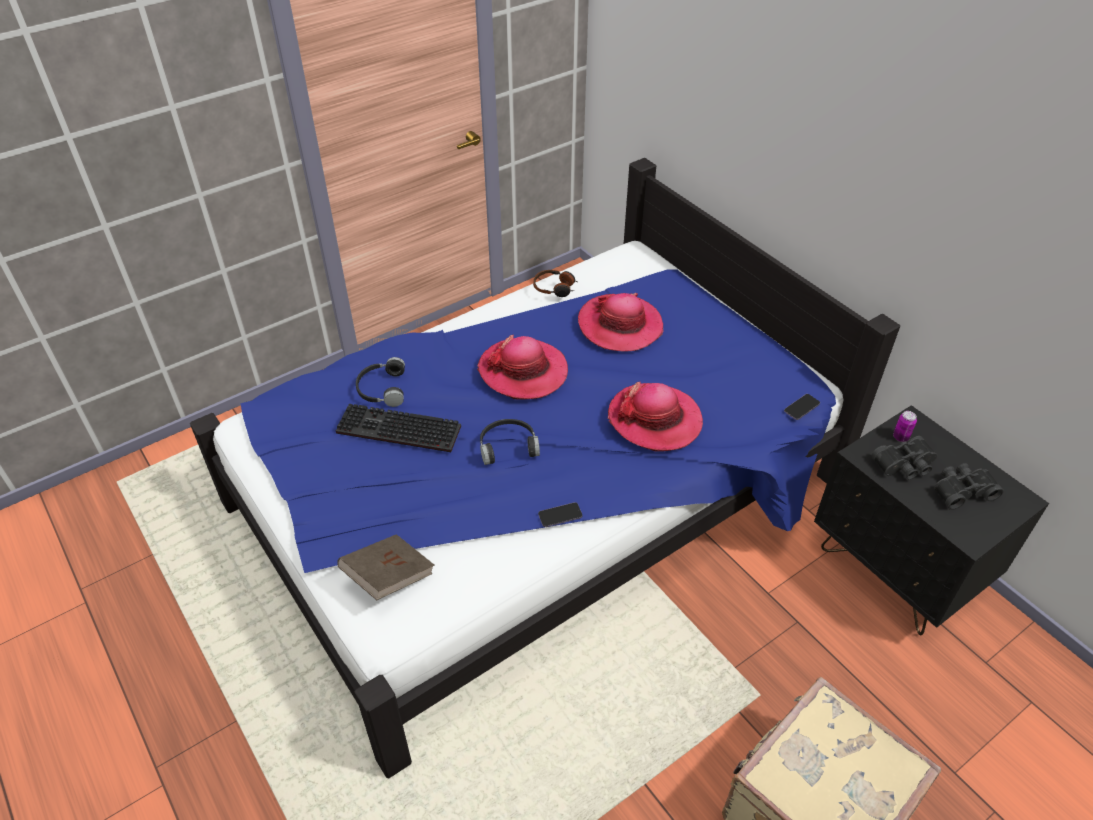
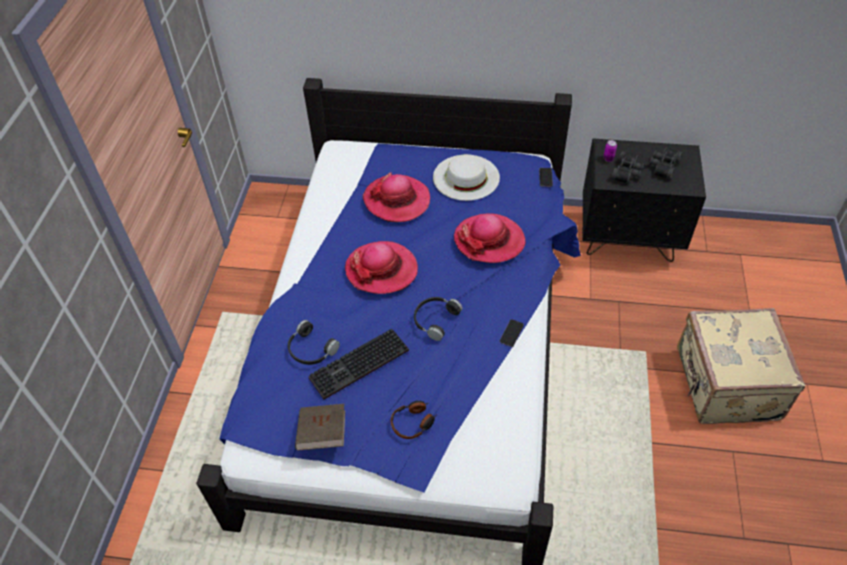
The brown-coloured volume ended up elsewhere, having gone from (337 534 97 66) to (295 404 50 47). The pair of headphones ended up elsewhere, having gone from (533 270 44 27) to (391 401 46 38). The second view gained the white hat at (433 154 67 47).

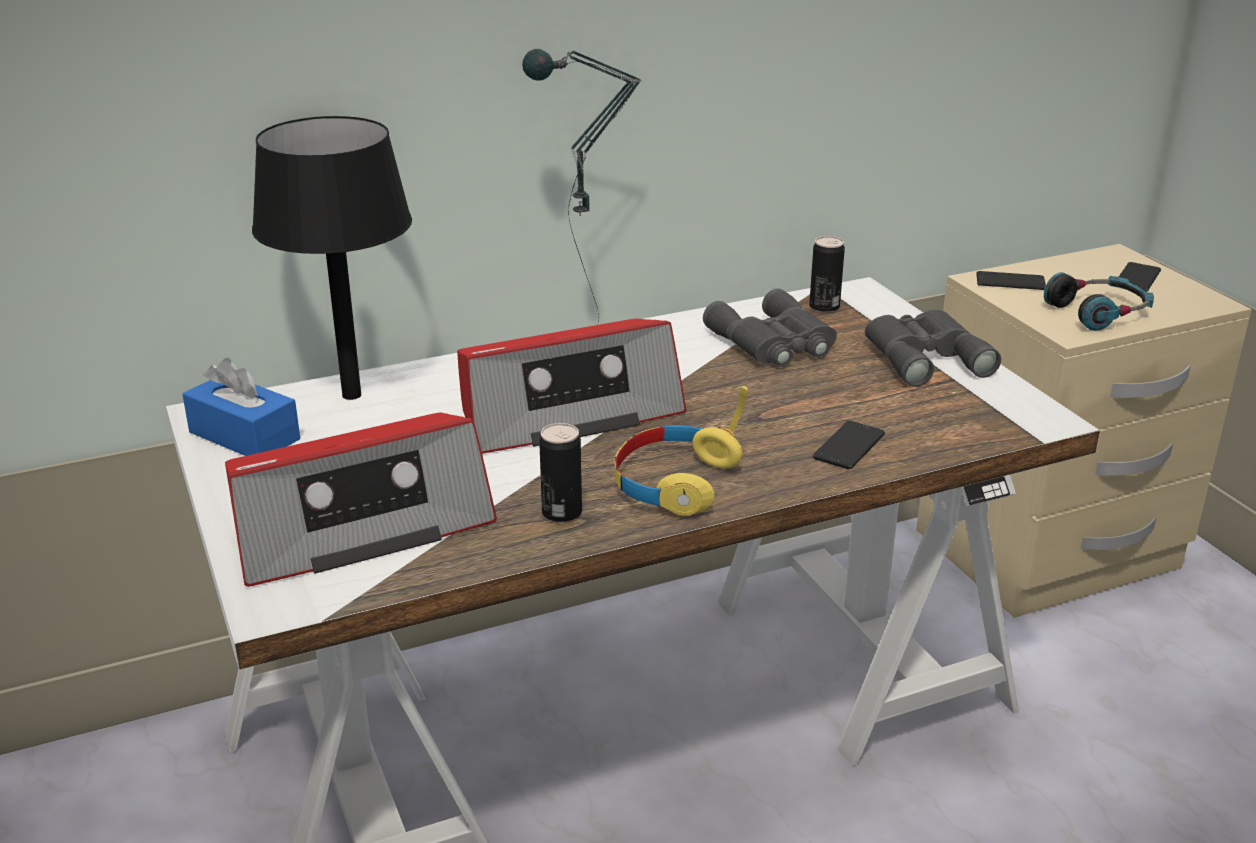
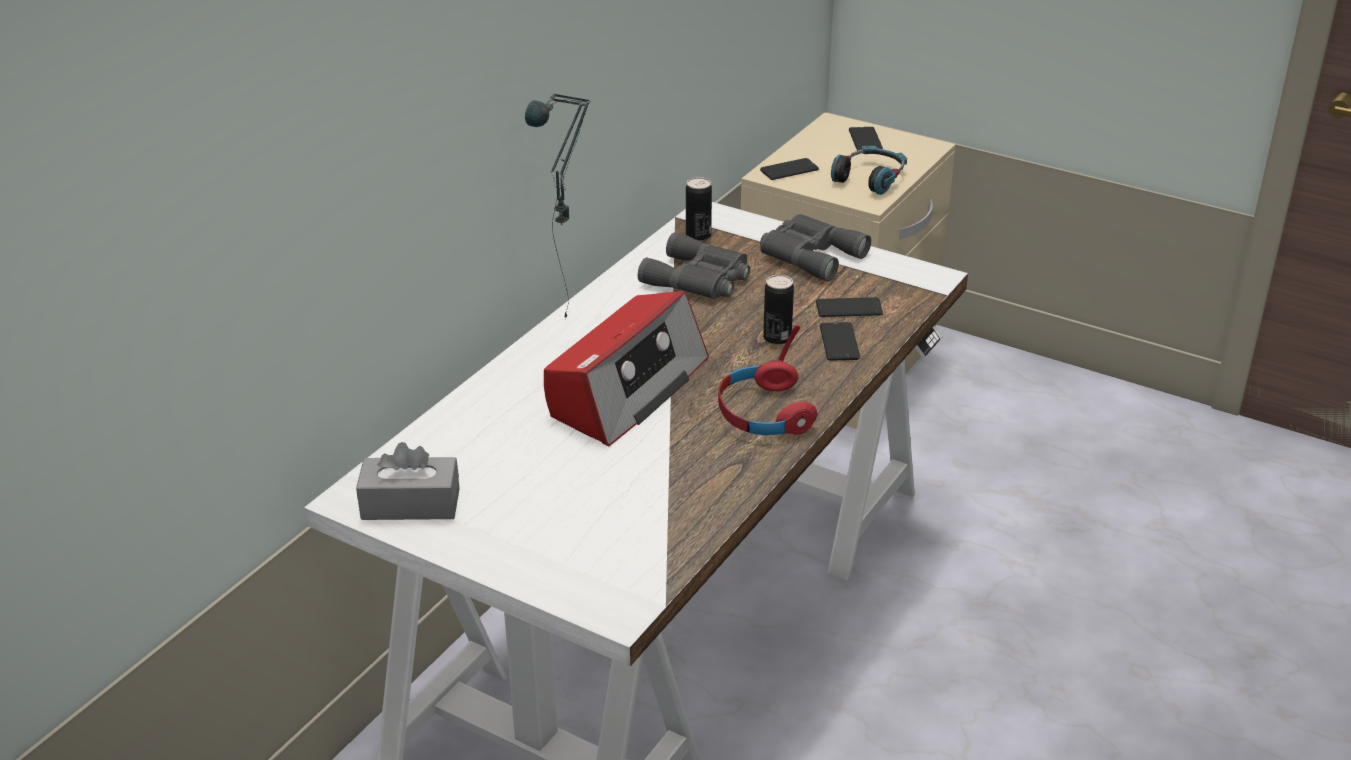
What was the blue box of tissues at (182 358 118 98) turned into the grey box of tissues at (356 442 104 78). The second view lost the radio set at (225 412 272 175). The second view lost the black-coloured lamp for a table at (252 116 160 284). The can ended up elsewhere, having gone from (539 423 43 100) to (763 275 31 70). What was the yellow pair of headphones at (614 386 134 130) turned into the red-coloured pair of headphones at (718 324 100 111). The second view gained the phone at (816 297 67 20).

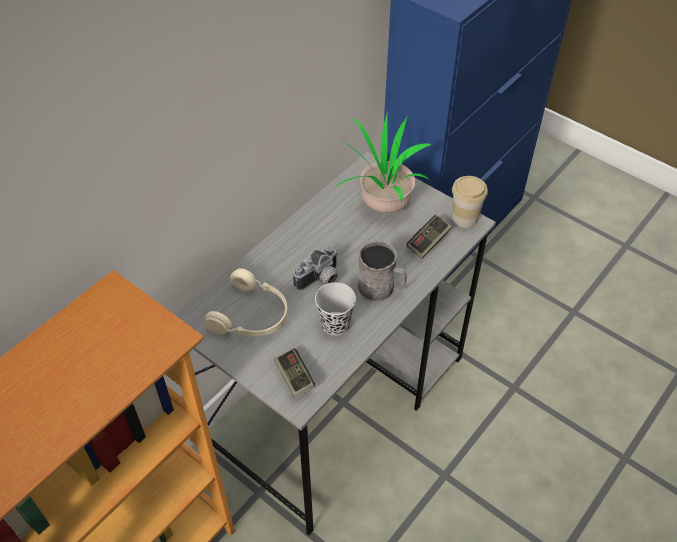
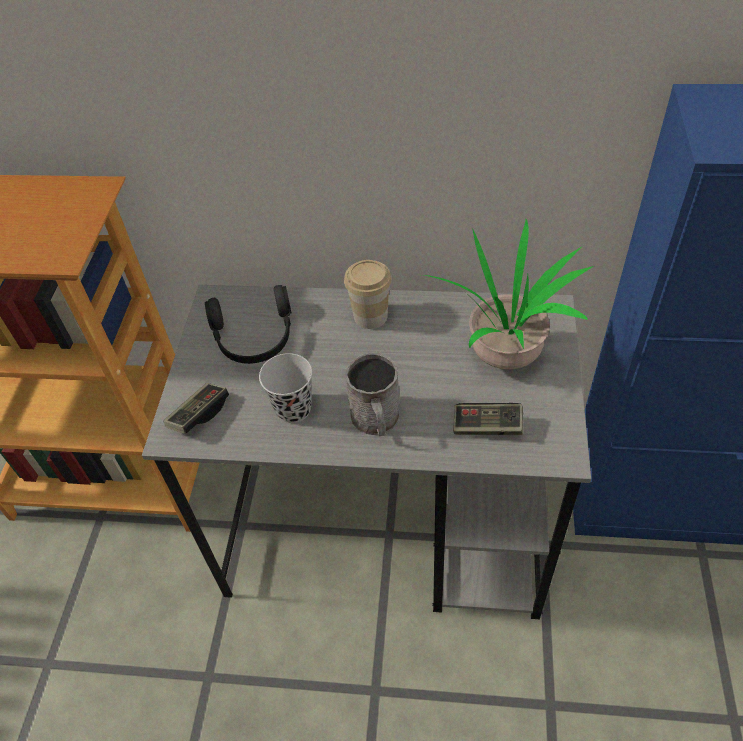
What was the beige pair of headphones at (204 268 84 68) turned into the black-coloured pair of headphones at (205 285 86 79). The second view lost the still camera at (293 246 45 45). The cup ended up elsewhere, having gone from (452 176 36 52) to (344 260 47 69).

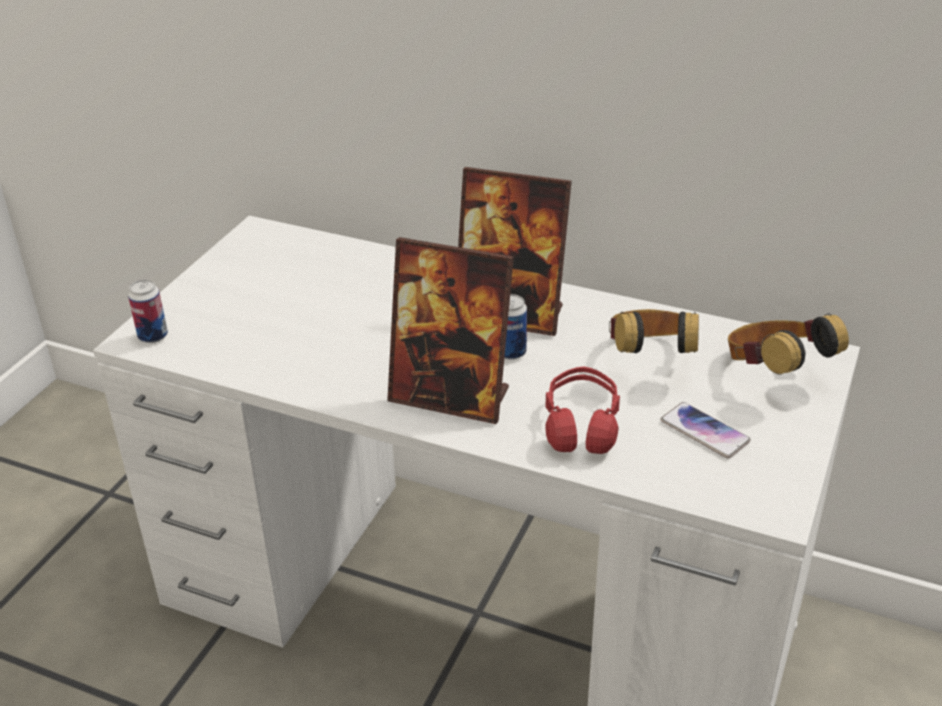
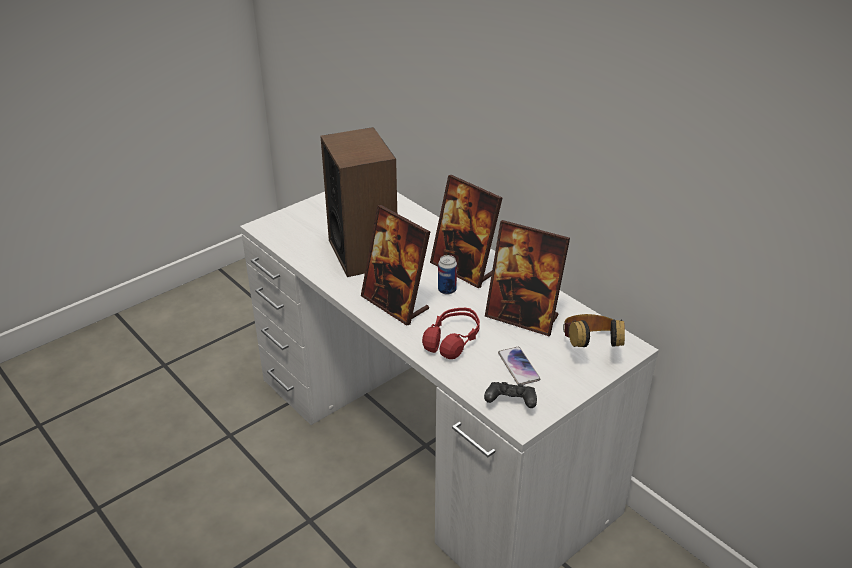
The second view lost the can at (128 279 40 64). Where the pair of headphones stood at (609 309 90 44), the photo frame came to stand at (485 220 85 116). The second view gained the speaker at (320 127 77 150). The second view gained the black-coloured joypad at (484 382 53 26).

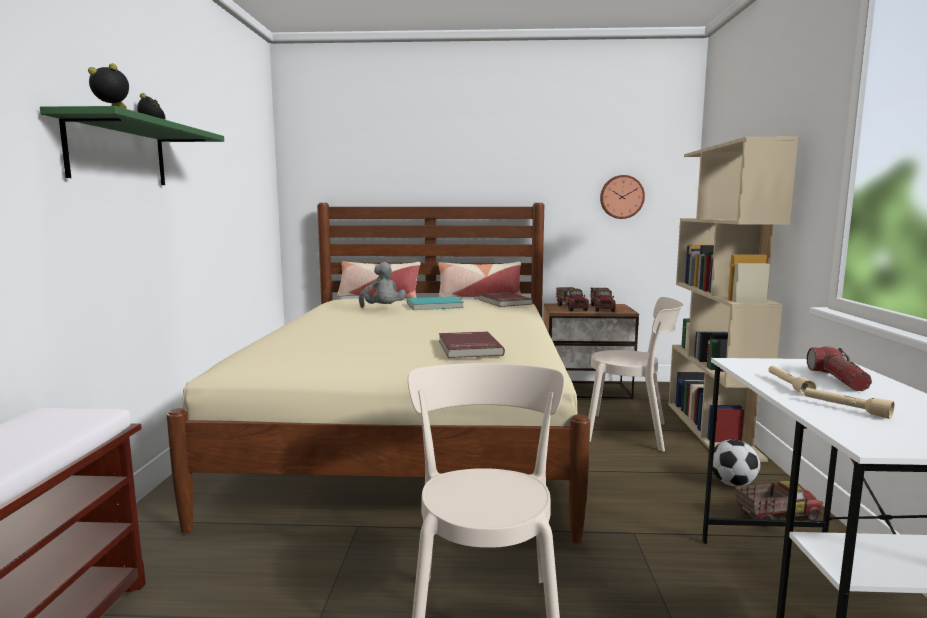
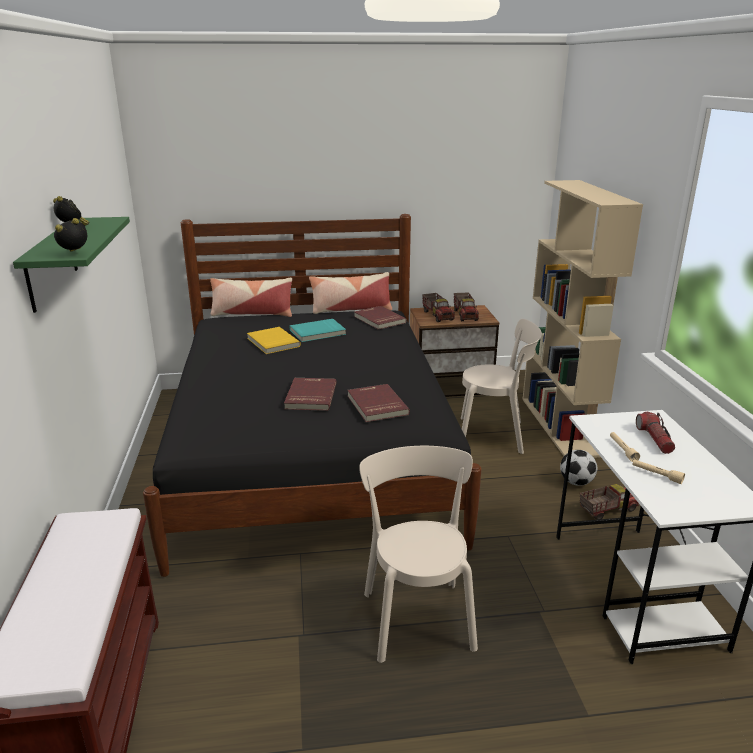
What was the beige bed at (167 203 423 340) turned into the black-coloured bed at (143 214 338 363). Where the grey plush toy stood at (359 262 47 46), the yellow volume came to stand at (247 327 54 27). The second view lost the clock on the wall at (600 175 45 44). The second view gained the red-coloured volume at (284 378 53 33).

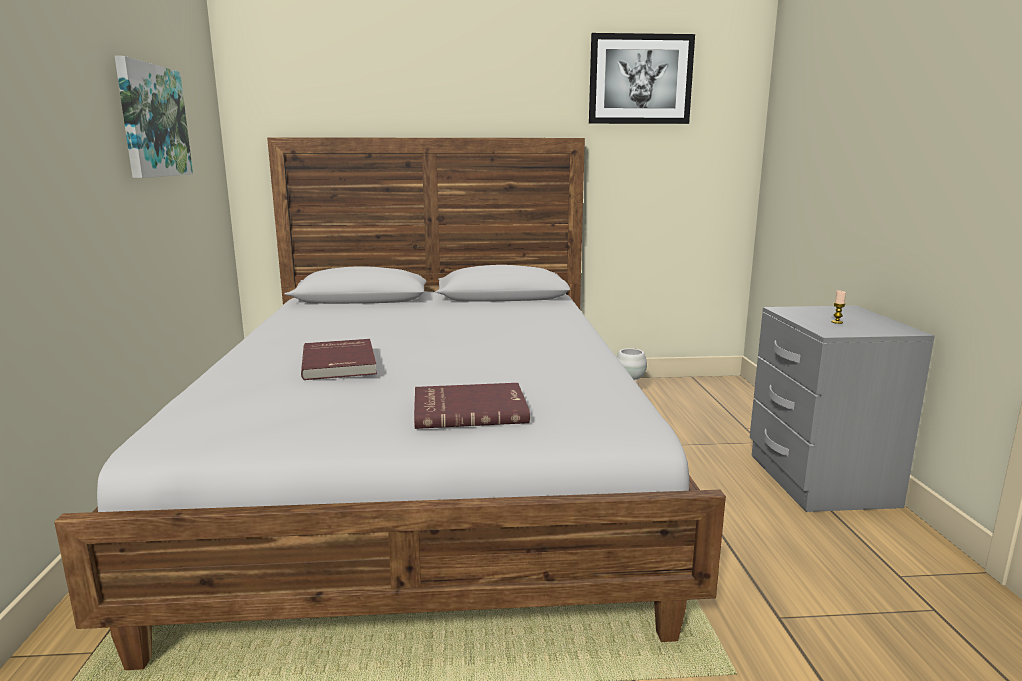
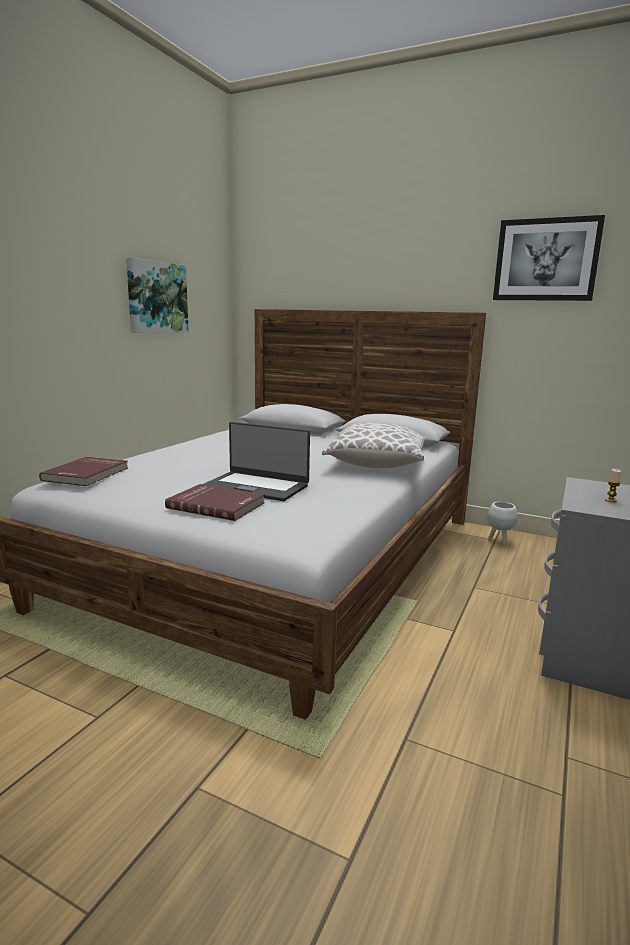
The red-coloured volume ended up elsewhere, having gone from (301 339 76 41) to (39 457 89 29). The second view gained the portable computer at (204 422 106 79). The second view gained the throw pillow at (322 423 103 45).

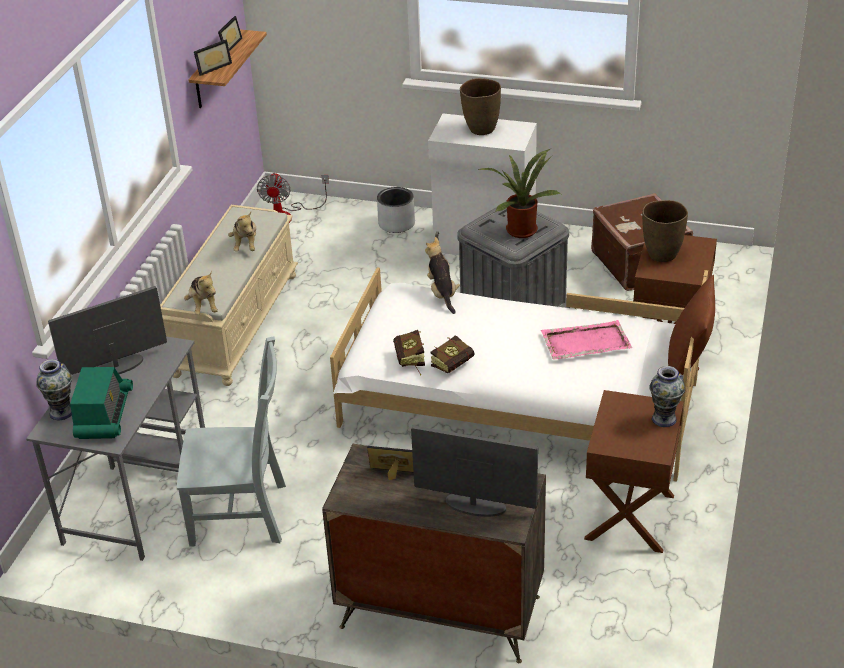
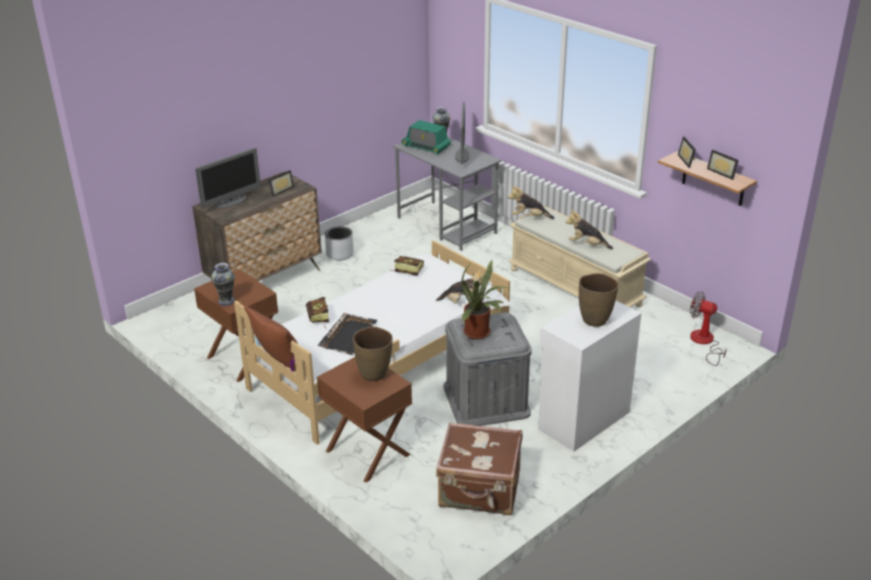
The second view lost the grey chair at (177 336 109 211). The grey flower pot ended up elsewhere, having gone from (377 187 38 46) to (325 226 29 34). The volume ended up elsewhere, having gone from (431 335 43 38) to (306 297 23 31). What was the pinkish serving tray at (541 320 91 40) turned into the black-coloured serving tray at (318 313 59 42).

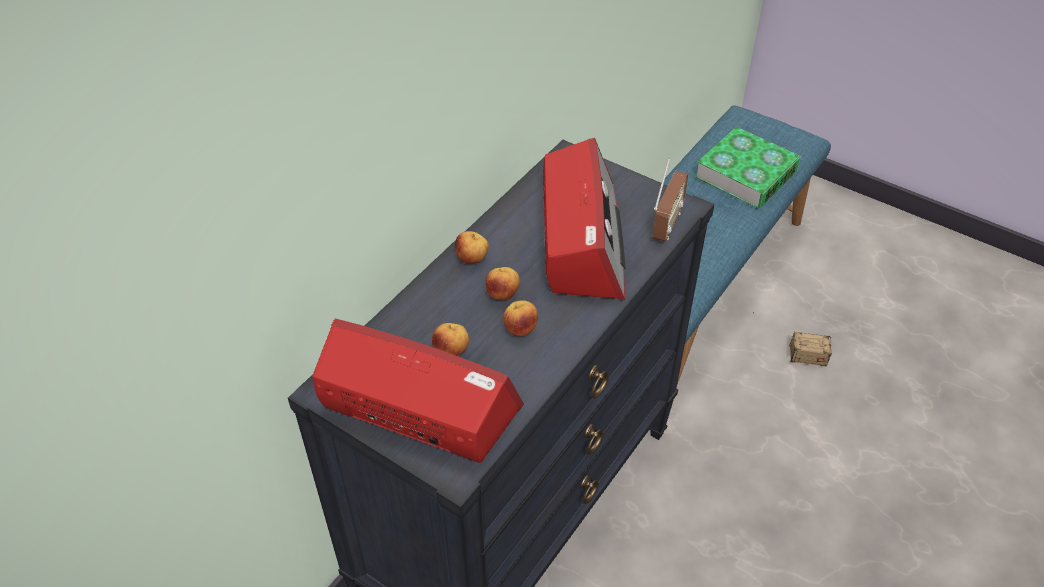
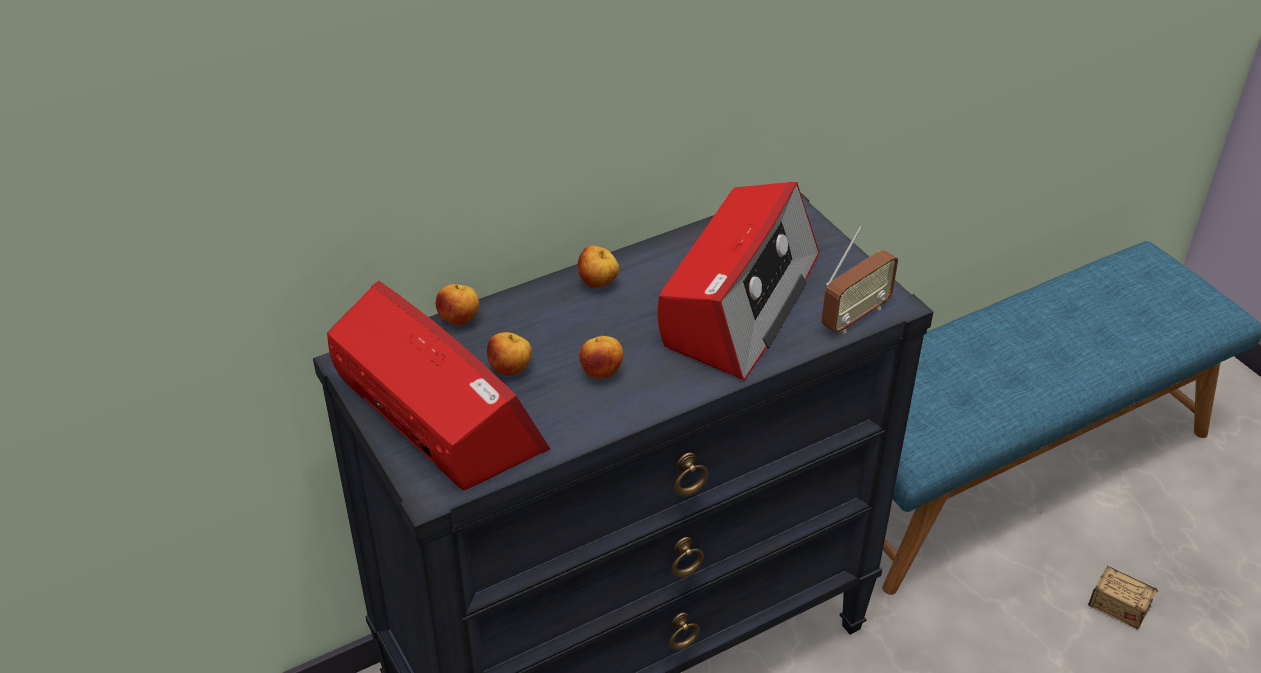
The whole apple ended up elsewhere, having gone from (486 267 34 33) to (436 284 43 42). The second view lost the volume at (695 127 106 82).

